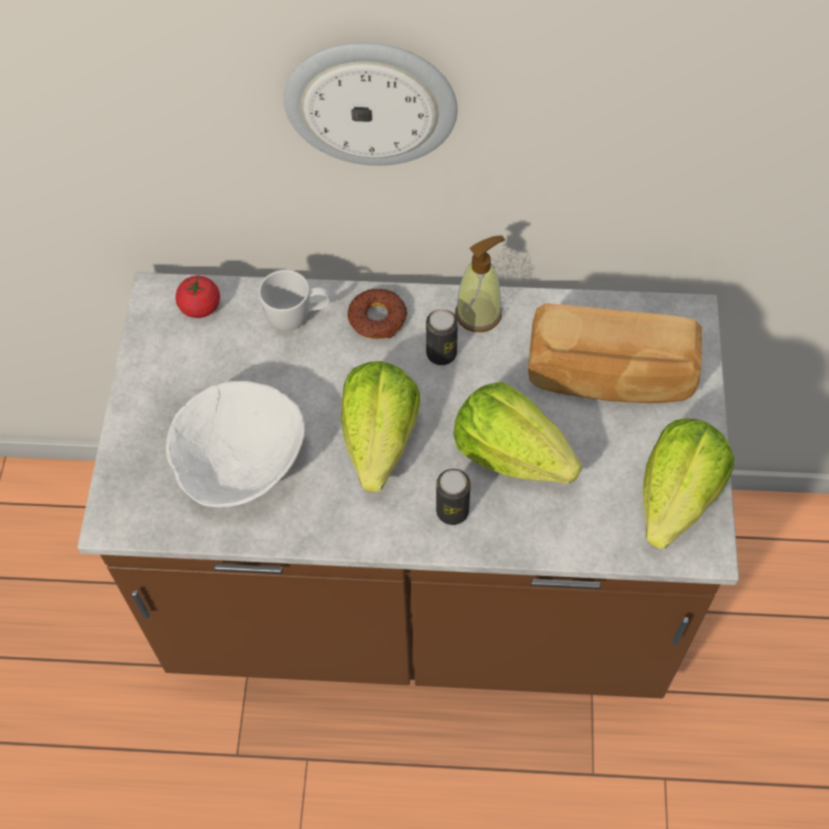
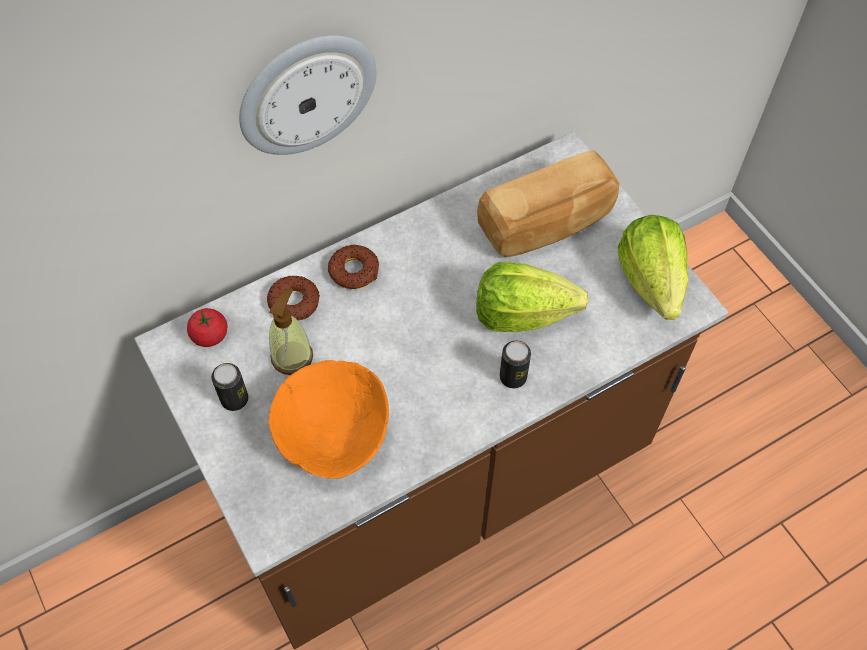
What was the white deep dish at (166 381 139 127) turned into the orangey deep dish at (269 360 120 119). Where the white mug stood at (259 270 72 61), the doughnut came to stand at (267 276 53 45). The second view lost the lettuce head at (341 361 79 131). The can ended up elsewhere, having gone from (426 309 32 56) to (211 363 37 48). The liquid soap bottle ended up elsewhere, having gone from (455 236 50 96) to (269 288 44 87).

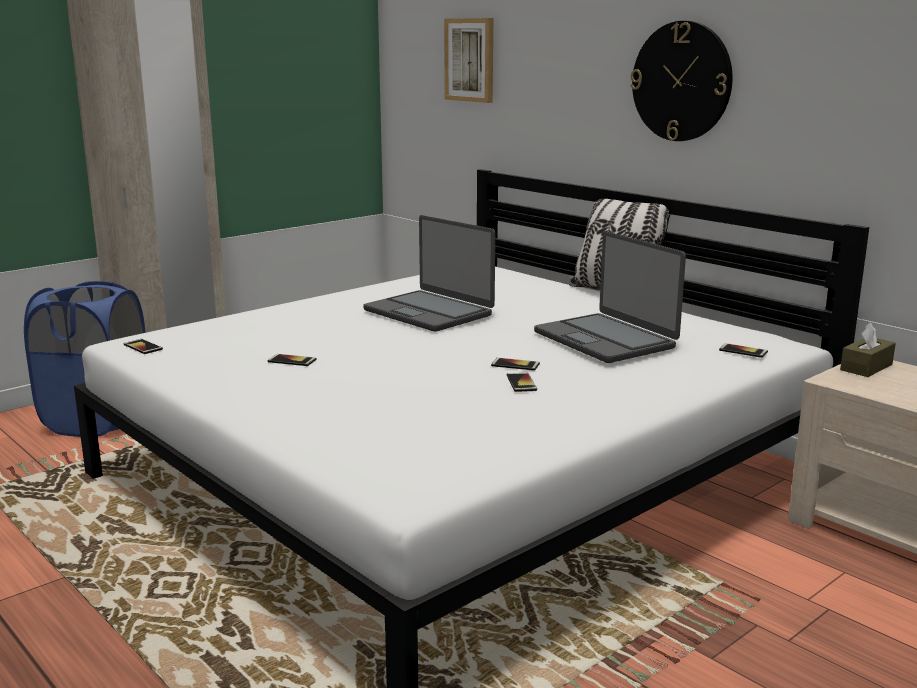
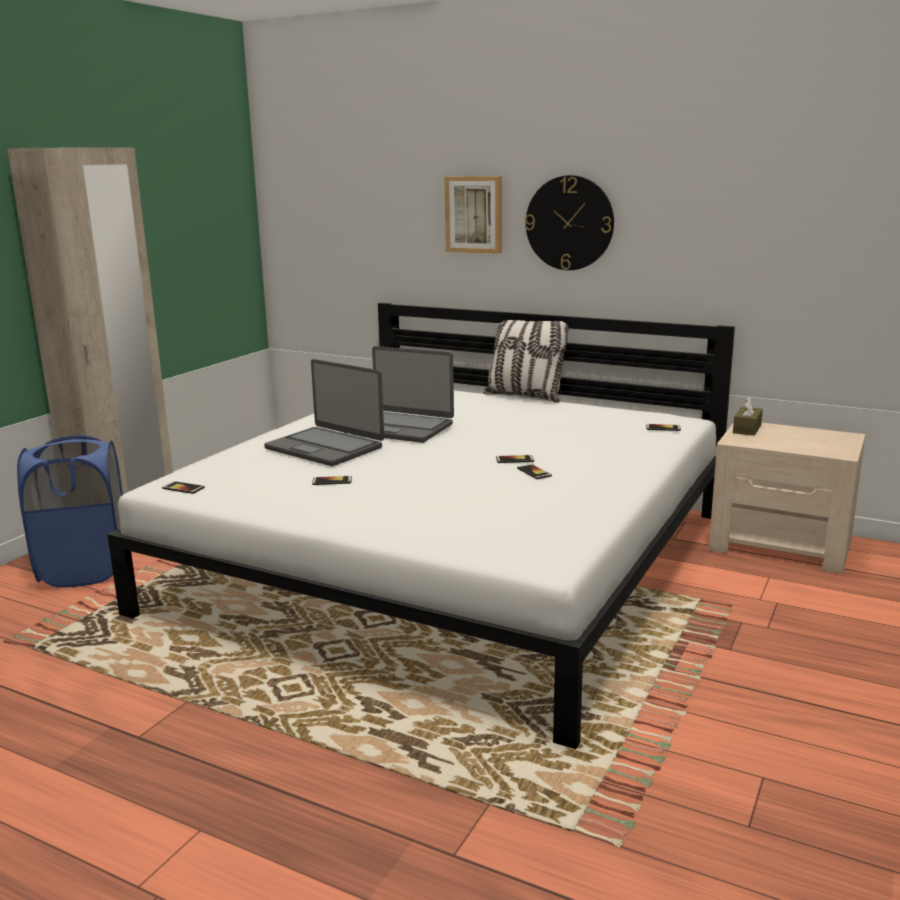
The wall art ended up elsewhere, having gone from (444 18 49 85) to (444 176 58 78). The portable computer ended up elsewhere, having gone from (534 231 152 132) to (264 359 120 107).

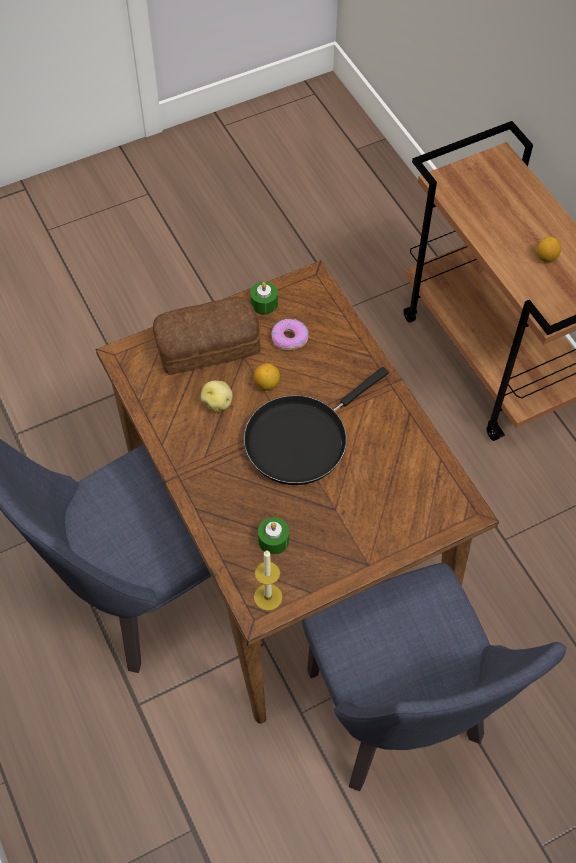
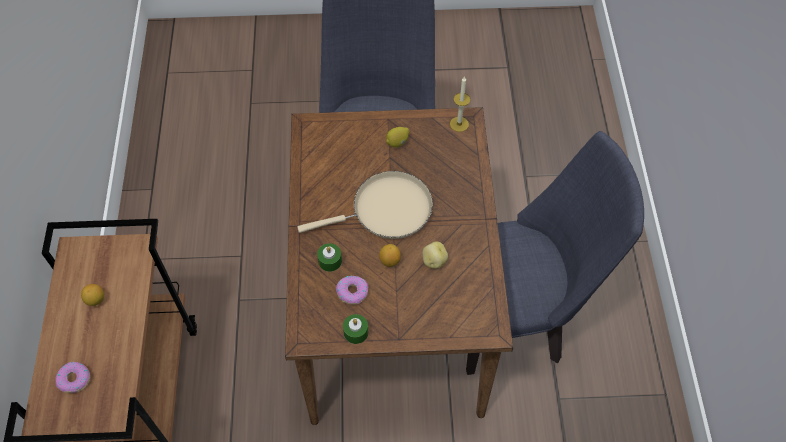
The second view lost the bread at (153 297 108 78). What was the black-coloured pan at (244 367 145 118) turned into the beige pan at (297 171 136 68). The green-coloured candle ended up elsewhere, having gone from (258 517 31 38) to (317 243 25 29). The second view gained the doughnut at (55 362 35 31). The second view gained the lemon at (386 127 23 20).

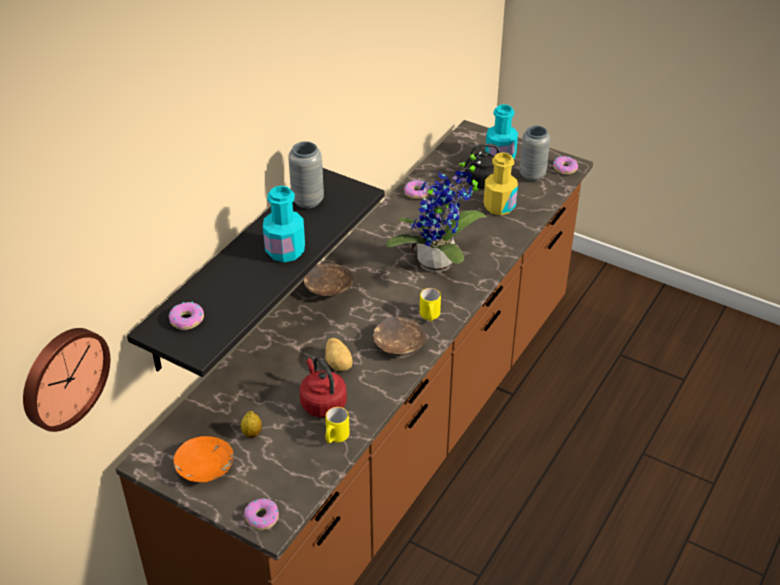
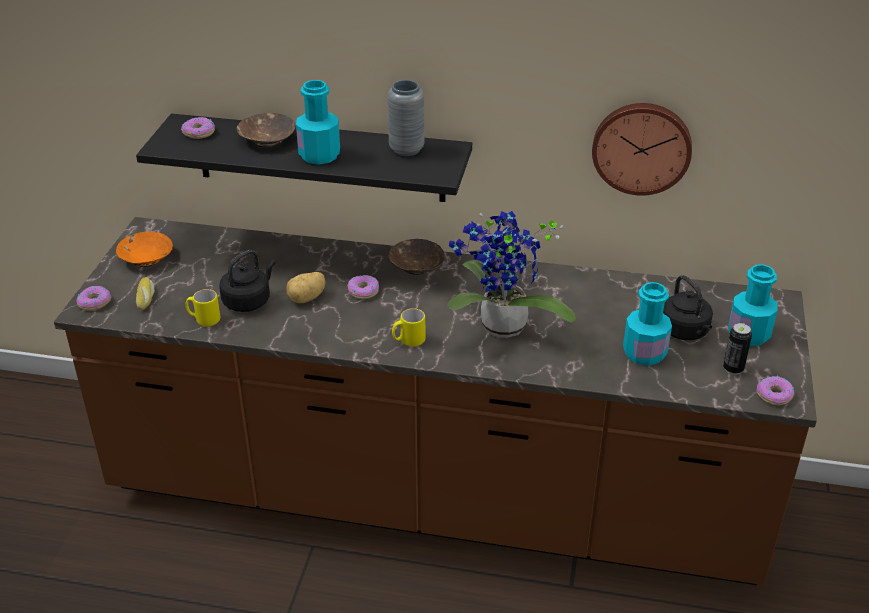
The clock on the wall ended up elsewhere, having gone from (23 328 87 104) to (592 103 100 93). The second view lost the lemon at (241 411 21 26). What was the red-coloured kettle at (300 357 47 60) turned into the black-coloured kettle at (219 250 56 62). The brown-coloured deep dish ended up elsewhere, having gone from (373 317 53 38) to (236 113 59 34). The doughnut ended up elsewhere, having gone from (404 180 26 19) to (347 275 32 24). What was the yellow beverage bottle at (484 152 34 63) turned into the blue-green beverage bottle at (623 282 49 84). Where the grey vase stood at (519 126 31 55), the can came to stand at (723 323 29 52). The second view gained the bread at (136 277 19 34).

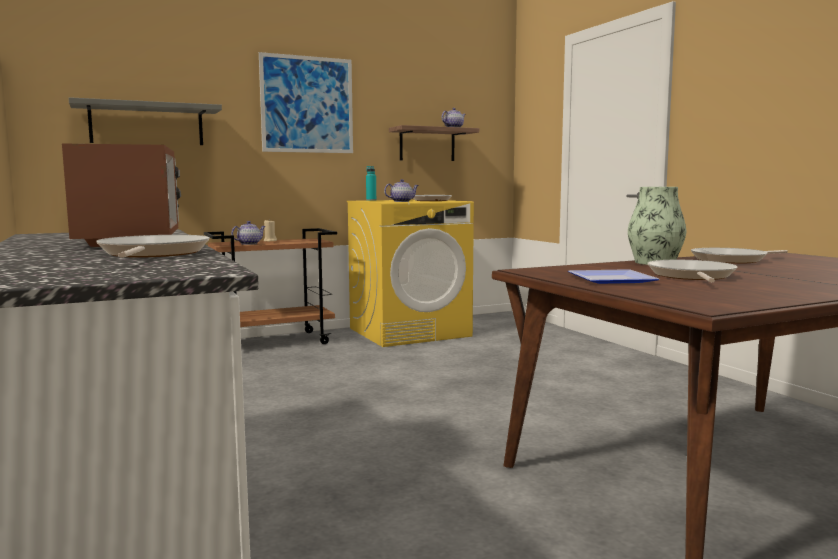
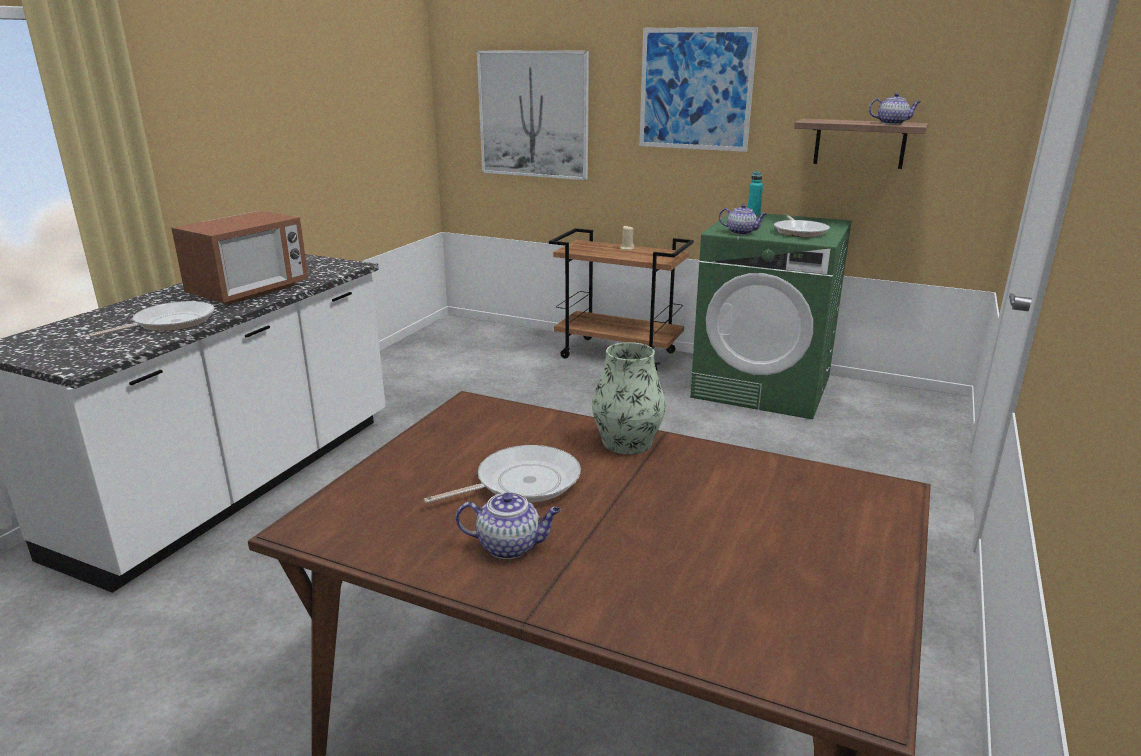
Where the grey shelf hung at (69 97 153 48), the wall art came to hang at (477 50 112 130). The pot for tea ended up elsewhere, having gone from (231 221 35 24) to (456 493 105 66). What was the yellow washing machine at (347 200 127 147) turned into the green-coloured washing machine at (690 211 162 208). The second view lost the flat dish at (568 269 91 15). The second view lost the pan at (691 248 97 16).

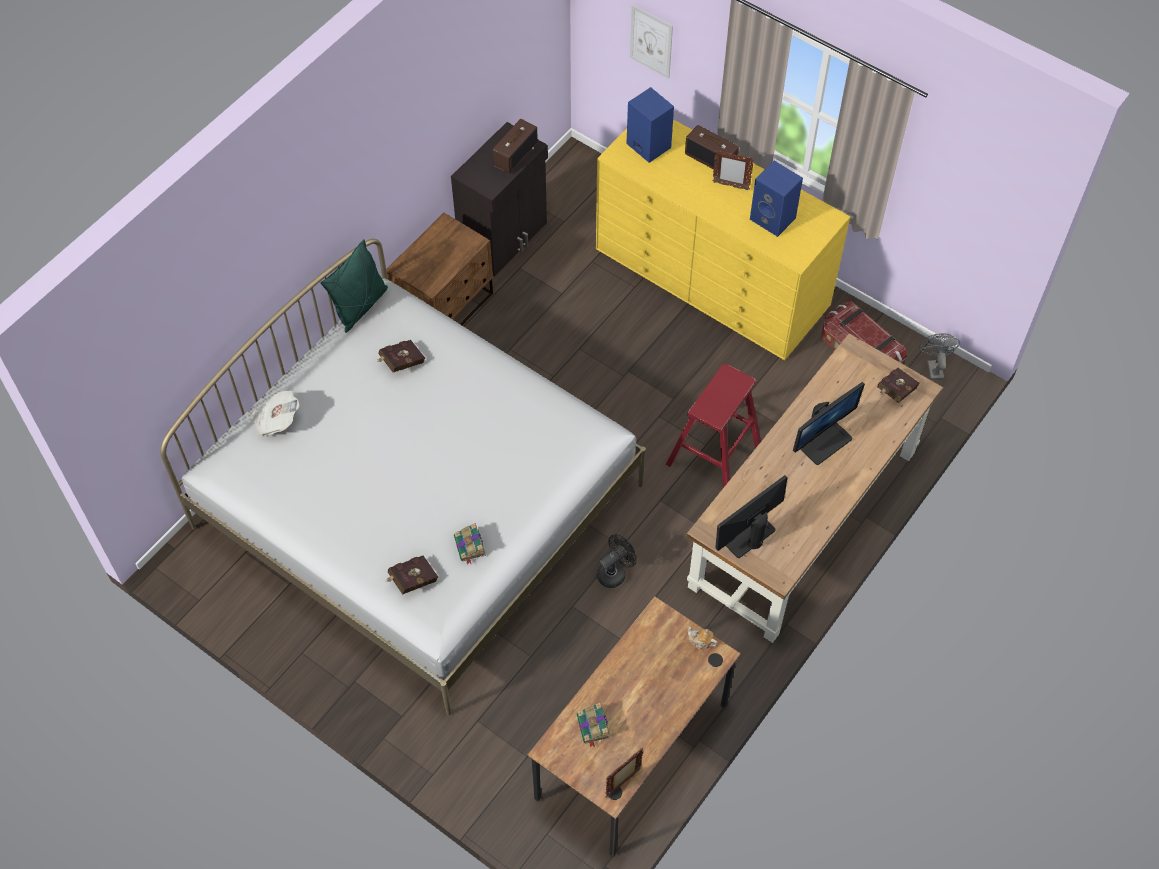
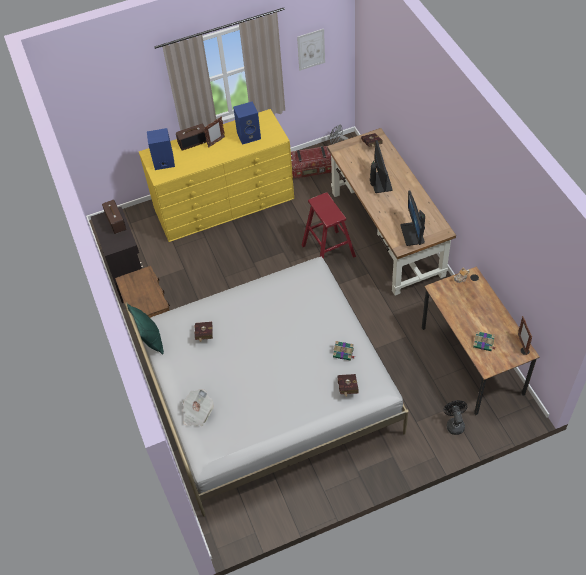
The black-coloured electric fan ended up elsewhere, having gone from (597 534 40 54) to (444 400 23 35). The wall art ended up elsewhere, having gone from (630 5 43 74) to (297 29 28 42).

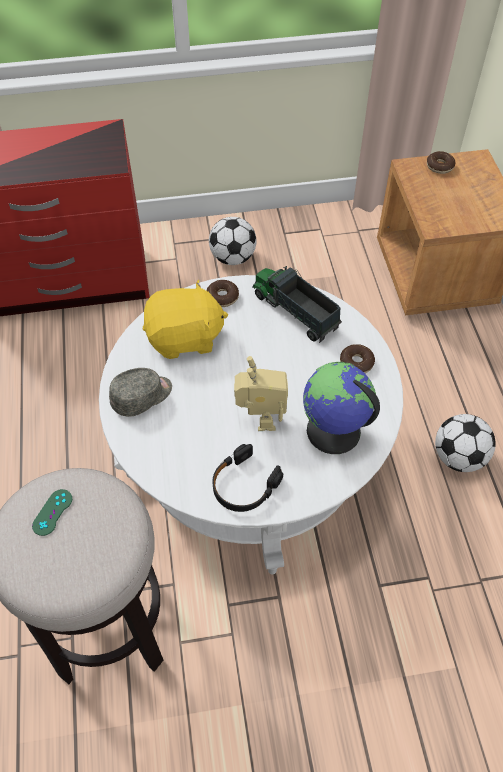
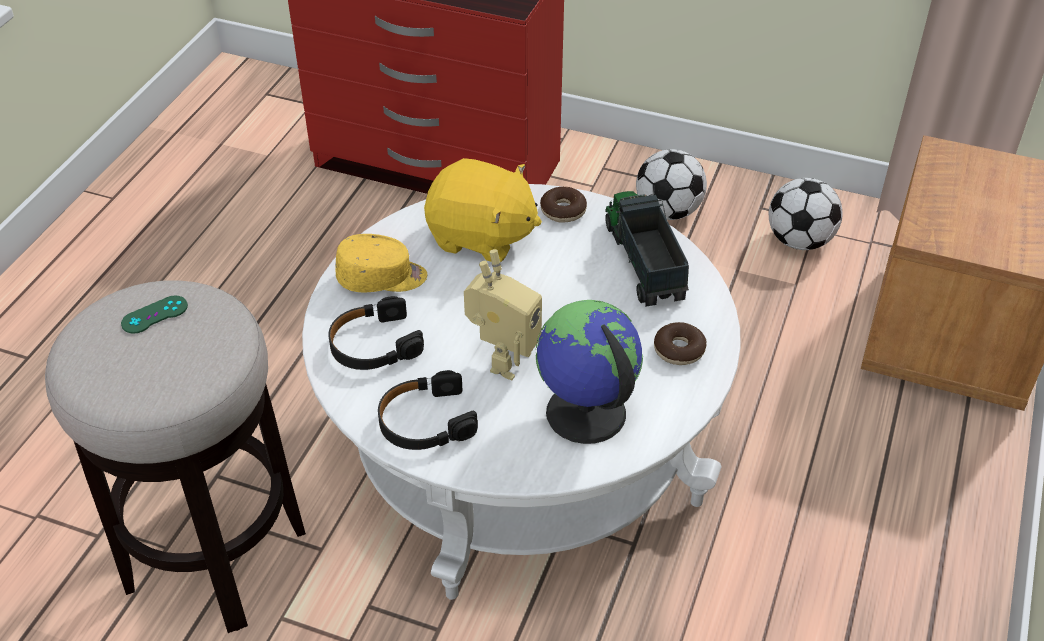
What was the grey peaked cap at (109 368 63 49) turned into the yellow peaked cap at (335 234 93 58). The second view lost the doughnut at (427 151 28 23). The ball for football ended up elsewhere, having gone from (435 414 61 58) to (769 178 74 72). The second view gained the black-coloured pair of headphones at (328 296 96 74).

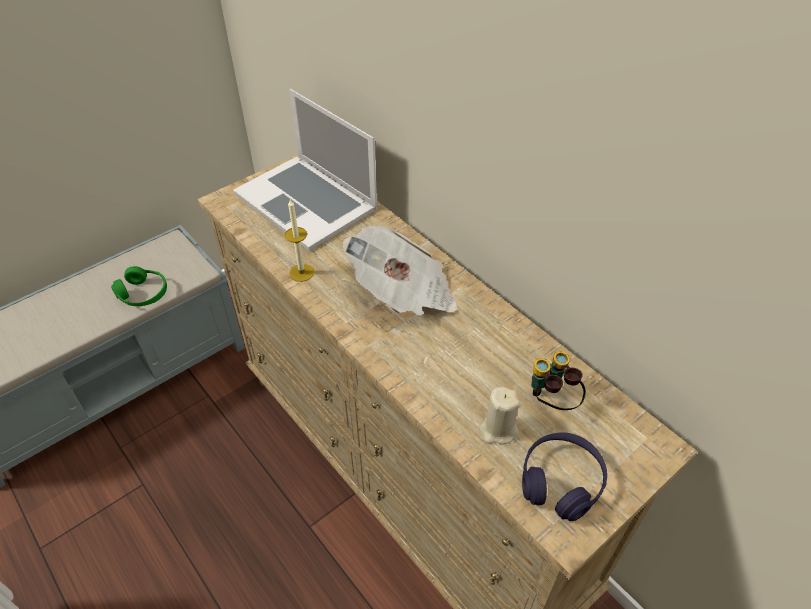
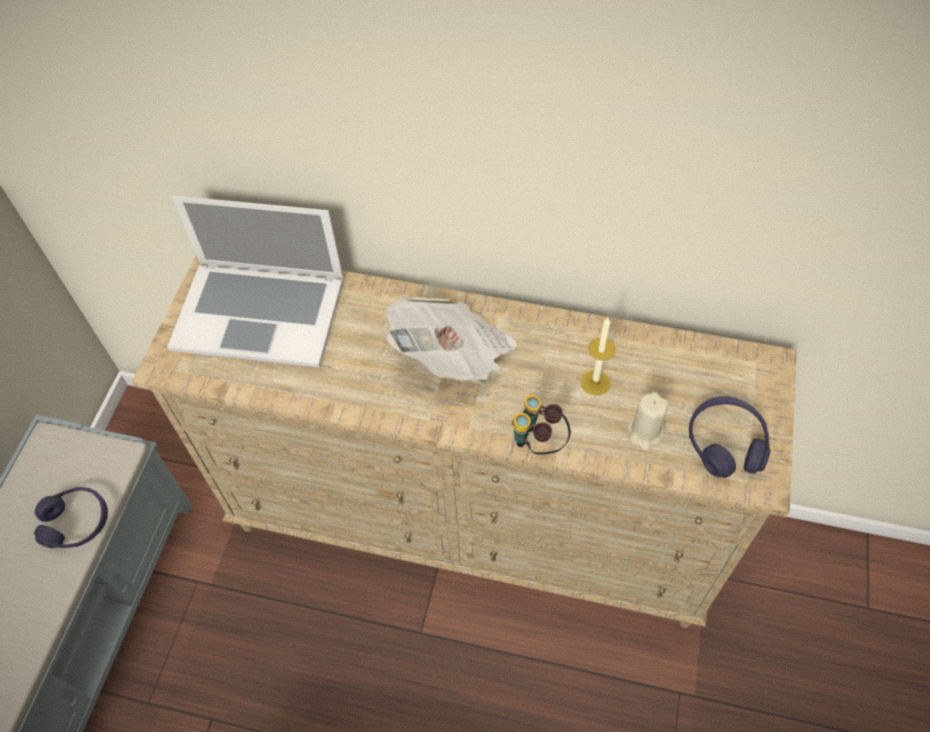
What was the green-coloured pair of headphones at (111 266 56 40) turned into the purple pair of headphones at (34 487 74 61). The candle ended up elsewhere, having gone from (285 199 29 83) to (580 318 36 78). The binoculars ended up elsewhere, having gone from (531 351 55 59) to (513 395 58 59).

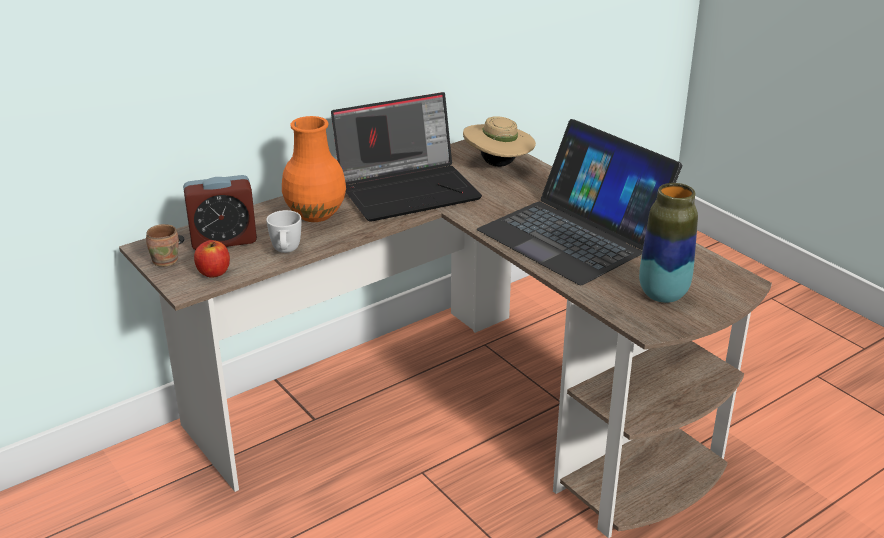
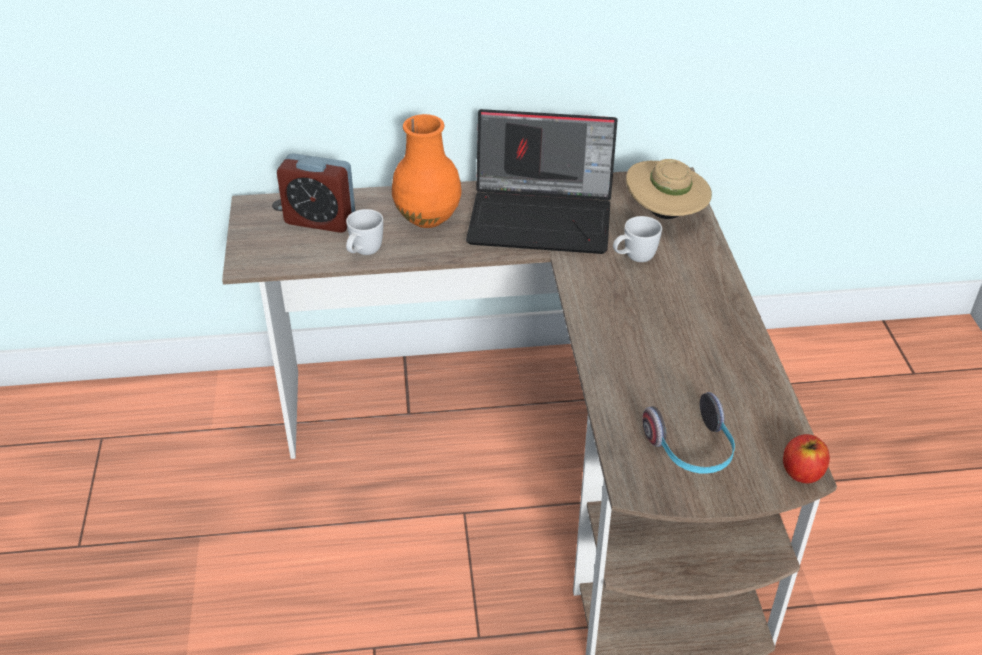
The second view lost the brown-coloured mug at (146 224 33 43). The whole apple ended up elsewhere, having gone from (194 240 36 38) to (783 434 47 50). The second view lost the portable computer at (477 119 205 166). Where the vase stood at (639 183 59 120), the pair of headphones came to stand at (642 392 93 82). The second view gained the white mug at (613 216 49 46).

